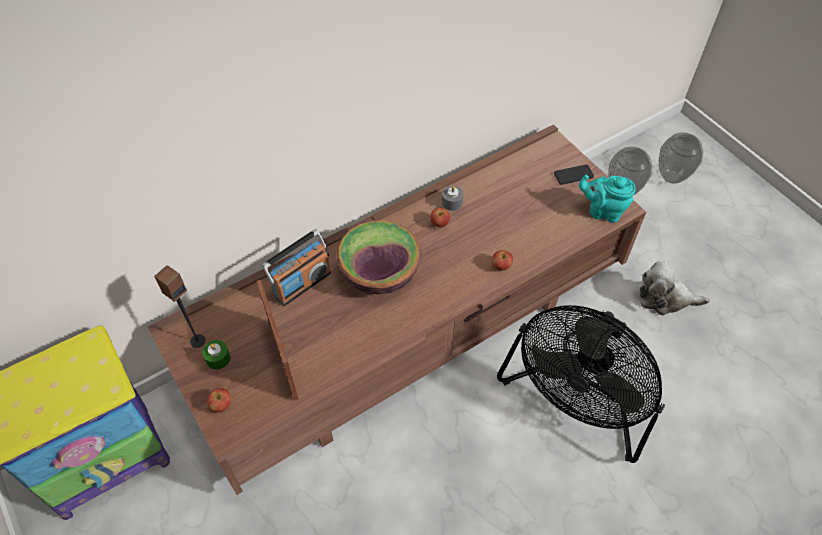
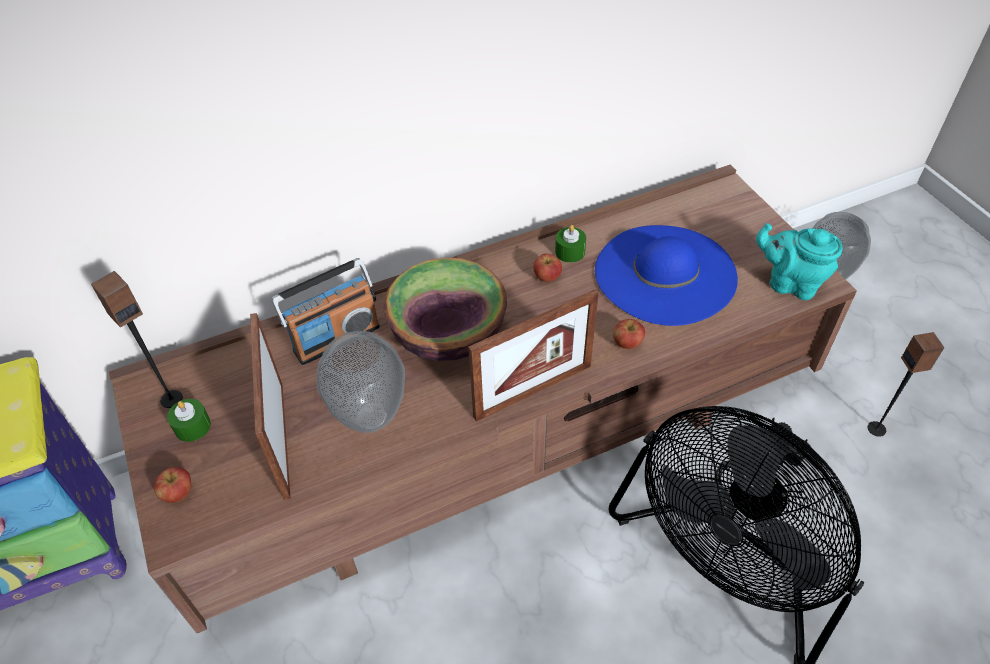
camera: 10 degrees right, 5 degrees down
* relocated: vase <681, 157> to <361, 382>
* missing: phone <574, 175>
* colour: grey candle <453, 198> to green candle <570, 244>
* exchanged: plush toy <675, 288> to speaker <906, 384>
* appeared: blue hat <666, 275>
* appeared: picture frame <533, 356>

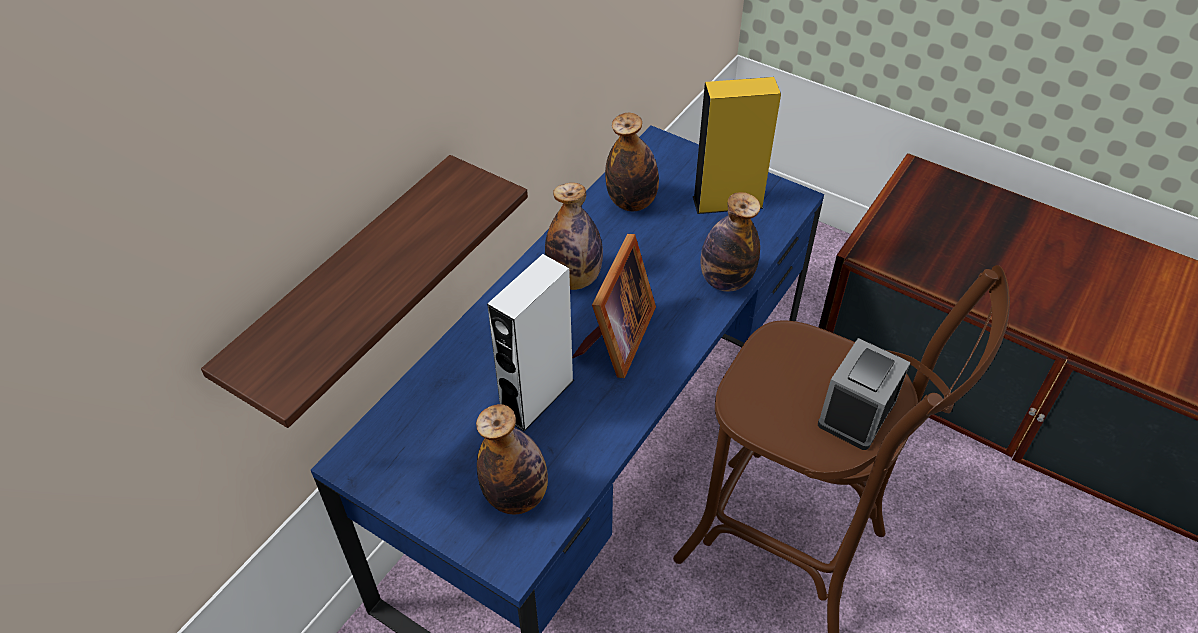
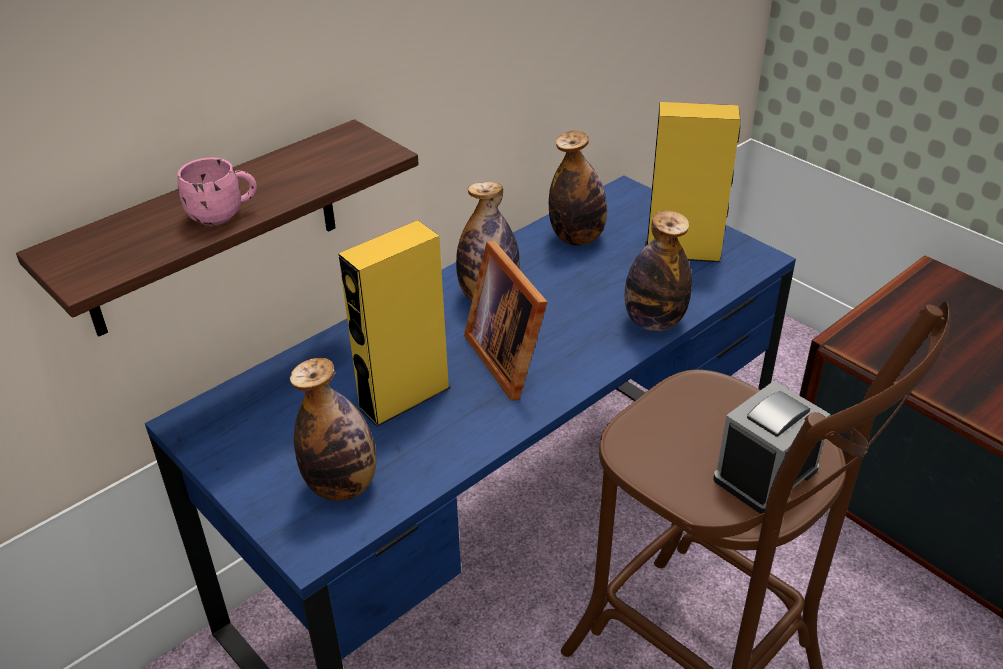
camera: 15 degrees right, 10 degrees down
* spun: picture frame <614, 306> = <506, 321> 120 degrees clockwise
* colour: white speaker <530, 343> to yellow speaker <394, 323>
* appeared: pink mug <217, 192>

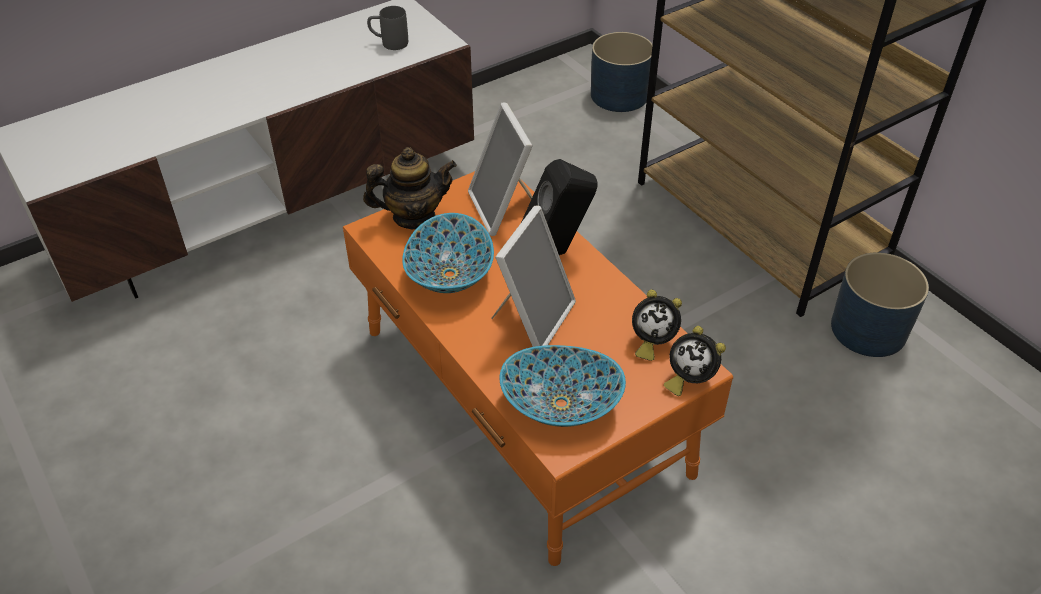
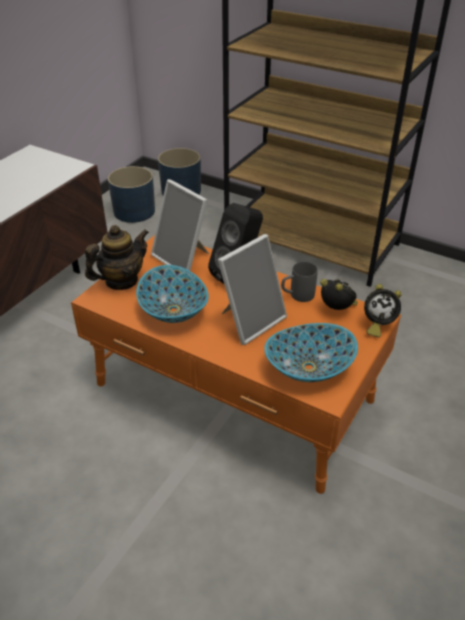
camera: 25 degrees left, 5 degrees down
* relocated: grey mug <387, 28> to <299, 282>
* spun: picture frame <533, 276> = <252, 289> 45 degrees clockwise
* relocated: blue planter <880, 304> to <131, 194>
* spun: alarm clock <657, 325> = <339, 294> 120 degrees counterclockwise

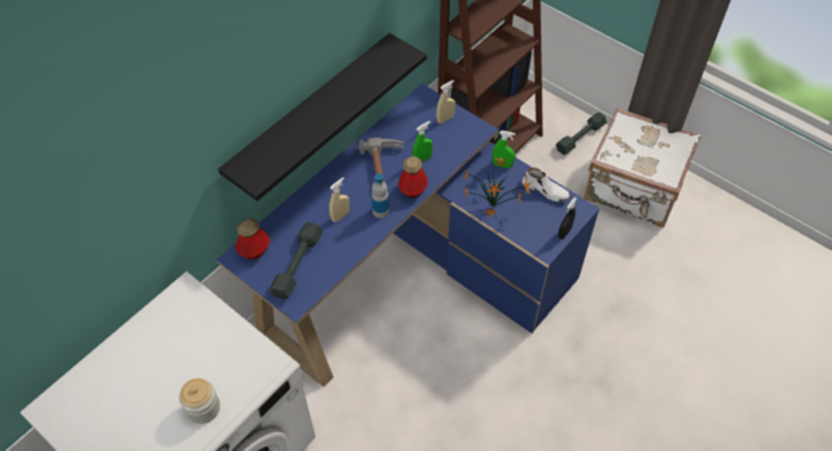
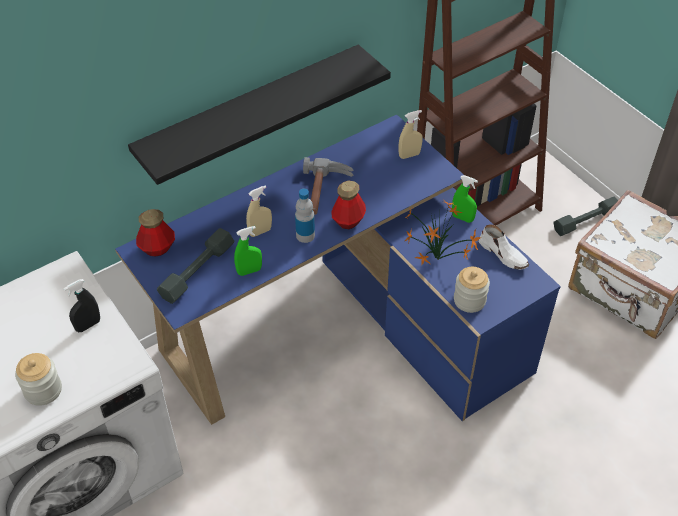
camera: 15 degrees right, 5 degrees down
* relocated: green spray bottle <422, 141> to <248, 251>
* relocated: black spray bottle <567, 218> to <81, 305>
* appeared: jar <472, 290>

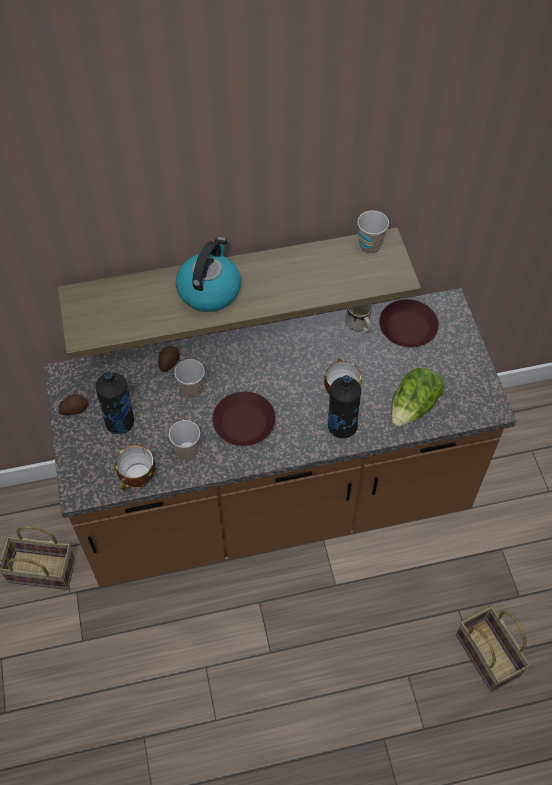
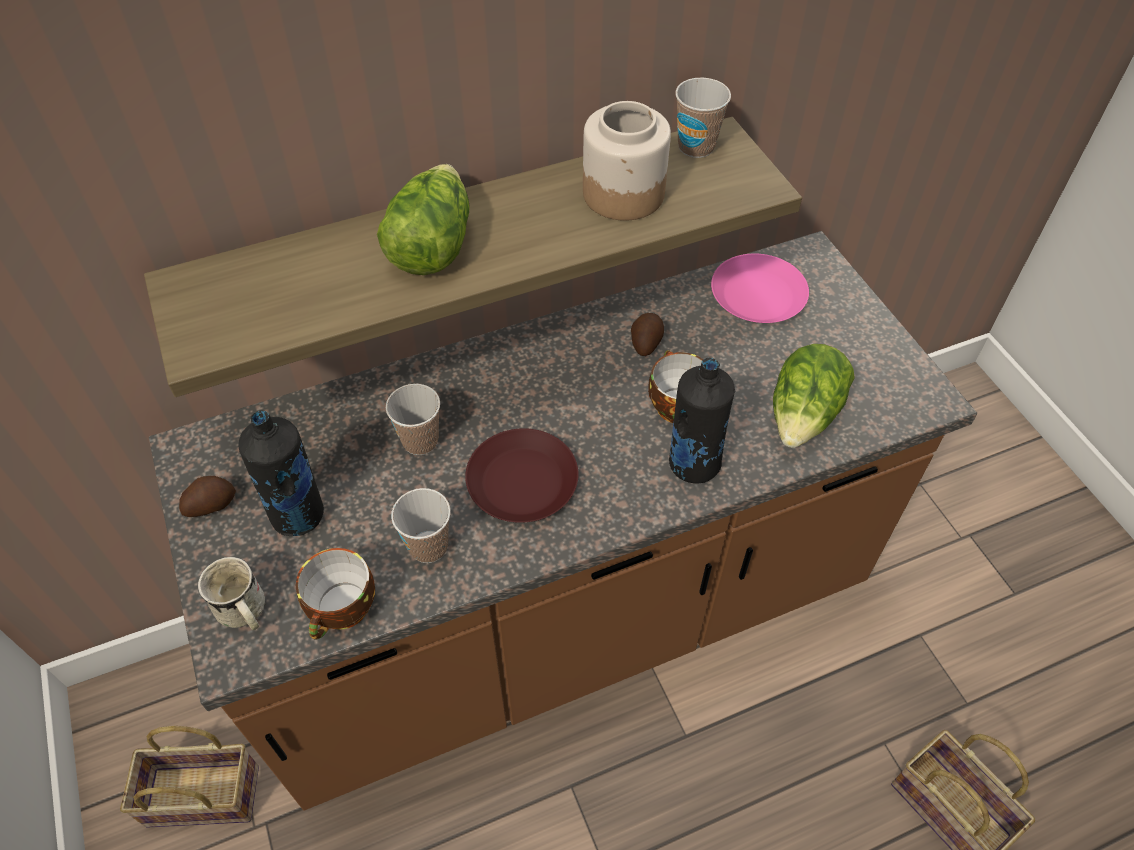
camera: 10 degrees left, 5 degrees down
* exchanged: kettle <208, 274> to lettuce <423, 219>
* colour: brown plate <409, 323> to pink plate <760, 288>
* relocated: white mug <358, 318> to <232, 593>
* relocated: potato <169, 359> to <647, 334>
* appeared: jar <627, 161>

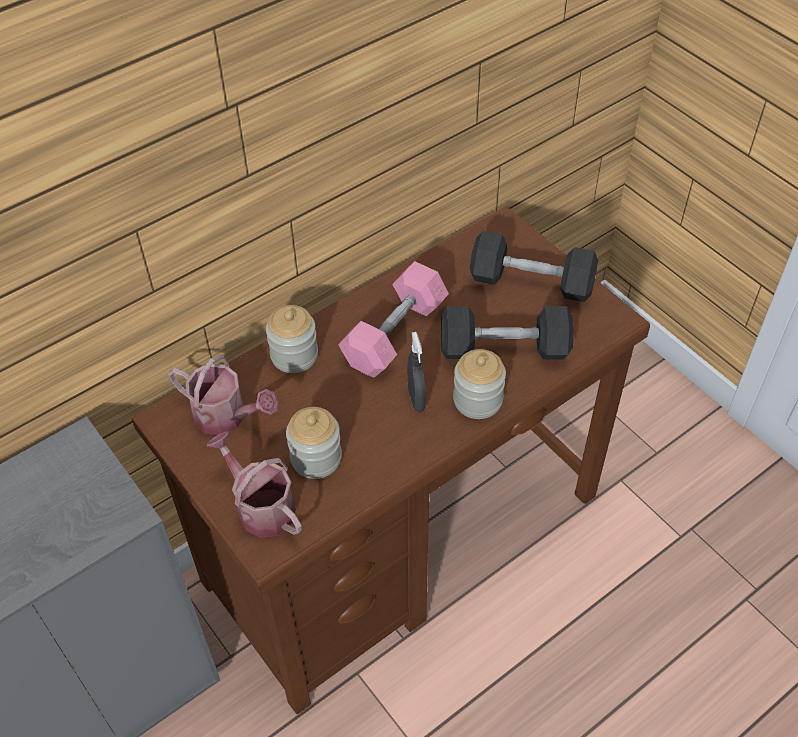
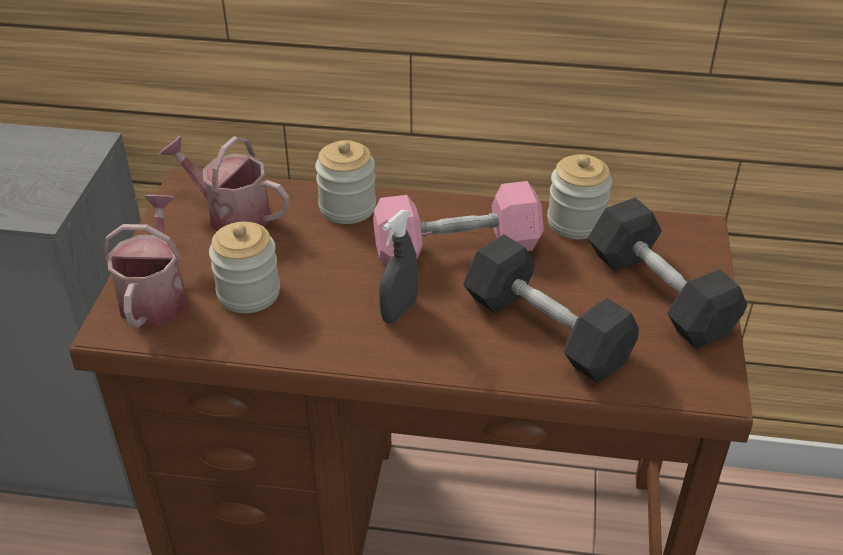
camera: 45 degrees right, 10 degrees down
* relocated: jar <479, 384> to <579, 196>
* spun: watering can <223, 395> = <224, 183> 135 degrees clockwise

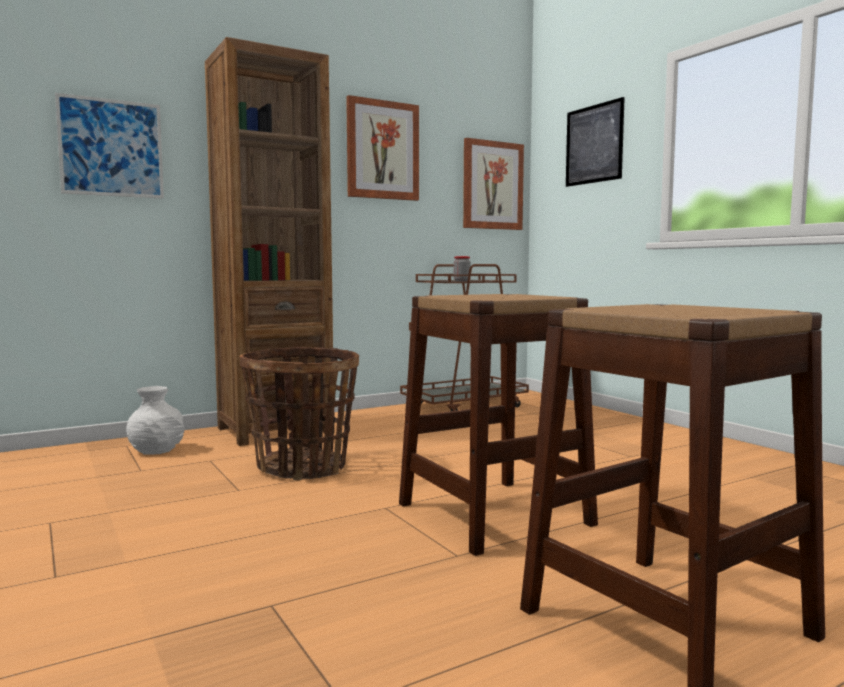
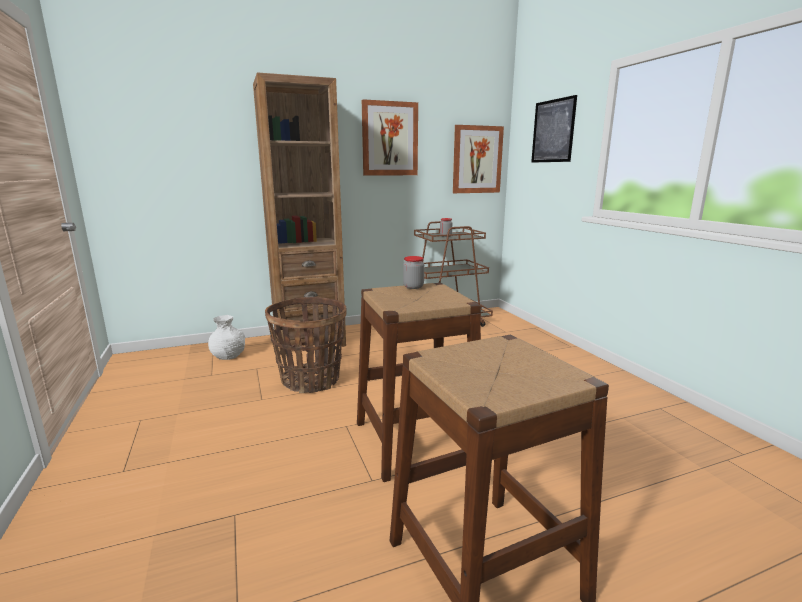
camera: 10 degrees right, 10 degrees up
* missing: picture <109, 146>
* appeared: jar <413, 272>

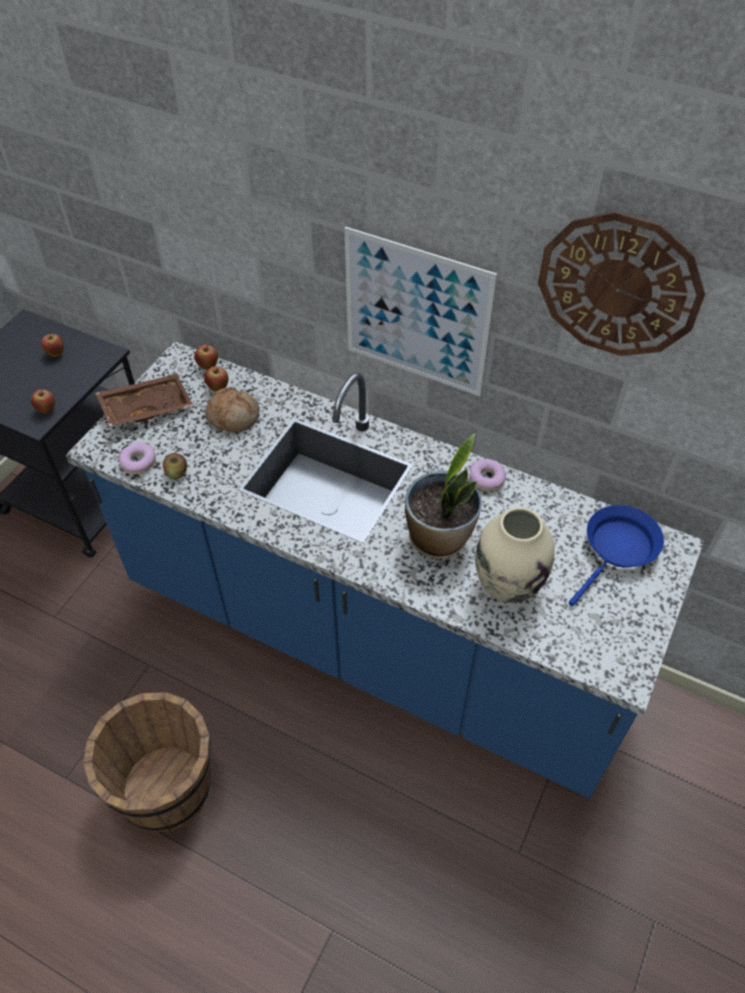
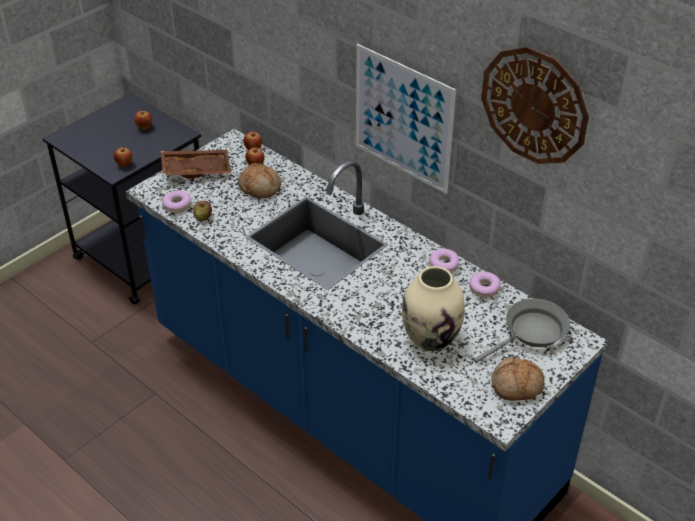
camera: 15 degrees right, 10 degrees down
* missing: potted plant <443, 496>
* colour: blue frying pan <616, 555> to grey frying pan <522, 331>
* missing: brown bucket <147, 762>
* appeared: donut <485, 285>
* appeared: bread <518, 379>

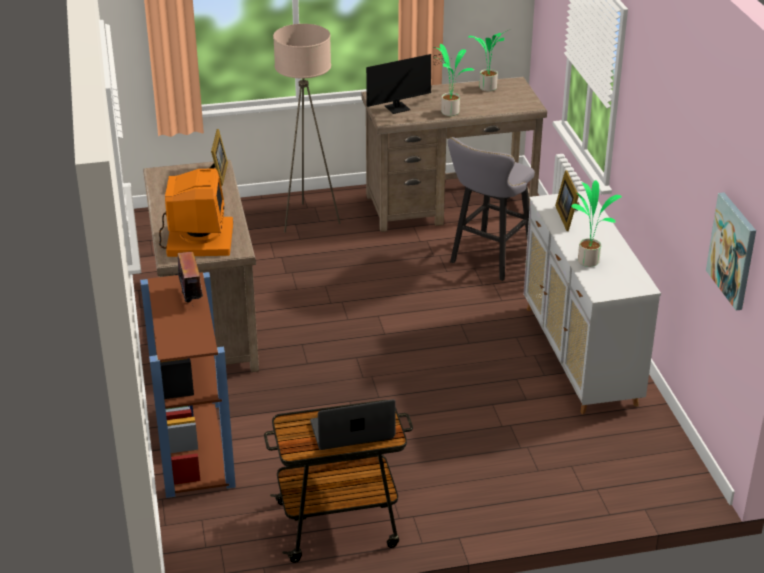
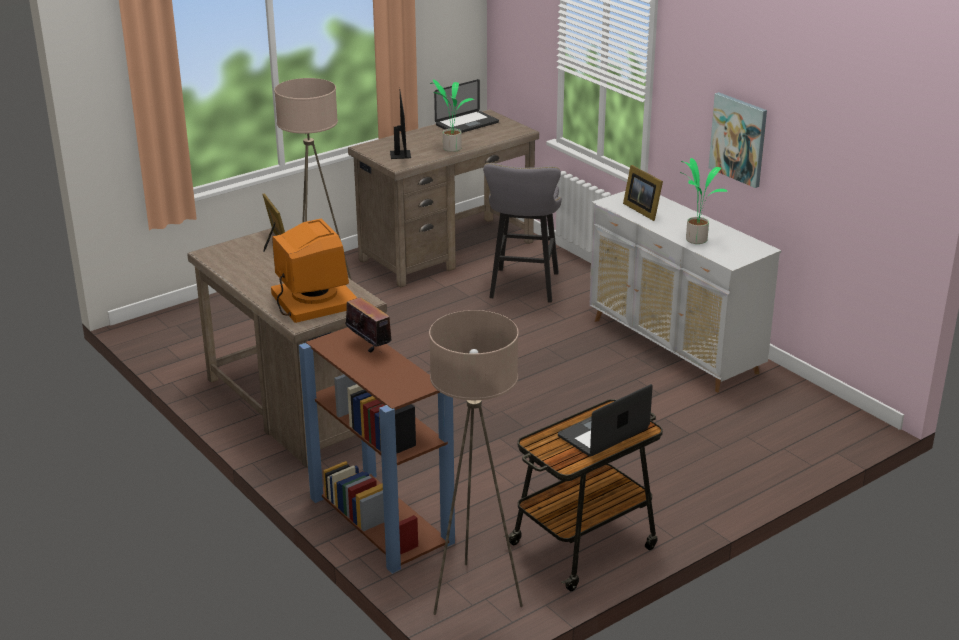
camera: 25 degrees left, 5 degrees down
* exchanged: potted plant <488, 61> to laptop <466, 106>
* spun: monitor <405, 84> = <400, 125> 45 degrees counterclockwise
* relocated: picture <731, 251> to <738, 140>
* appeared: beige floor lamp <476, 462>

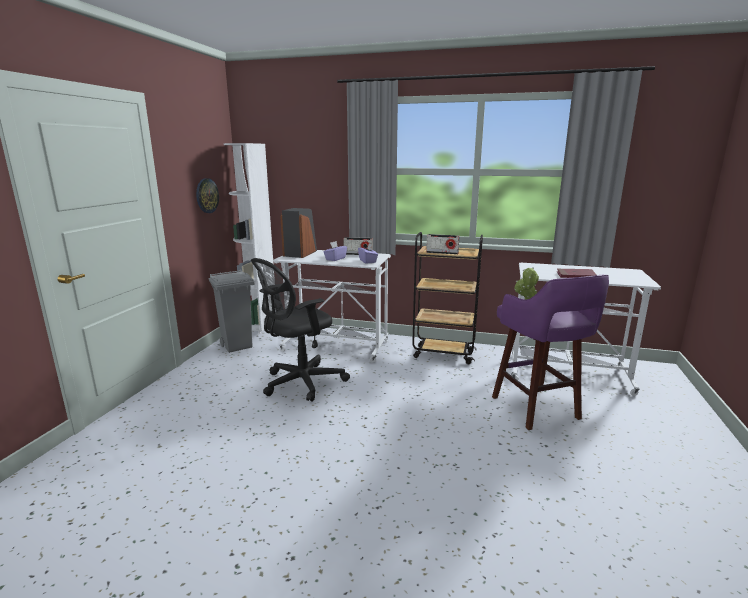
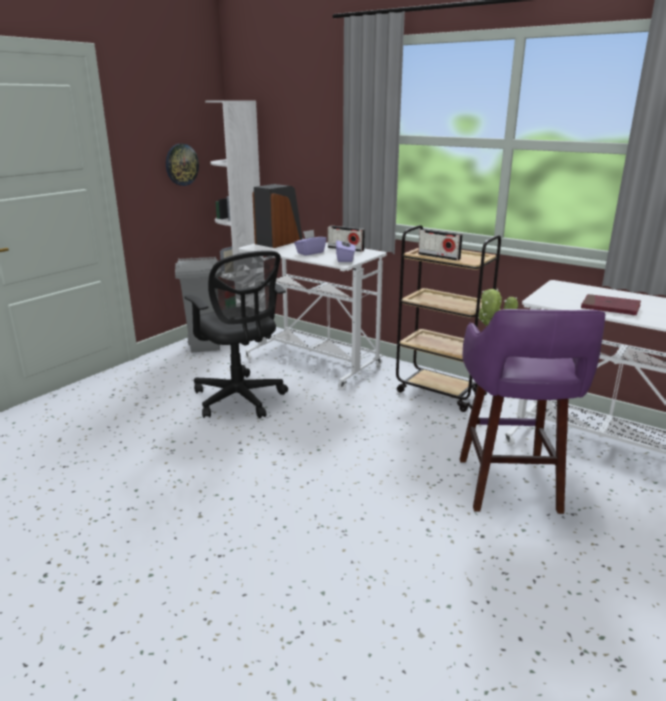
camera: 20 degrees right, 5 degrees up
* spun: black office chair <300, 330> = <236, 334> 105 degrees counterclockwise

